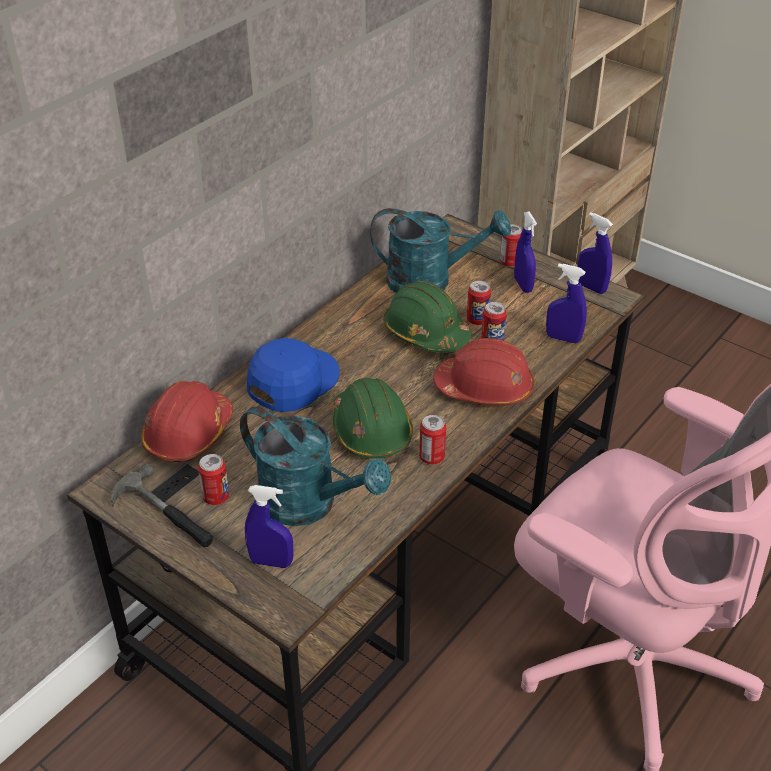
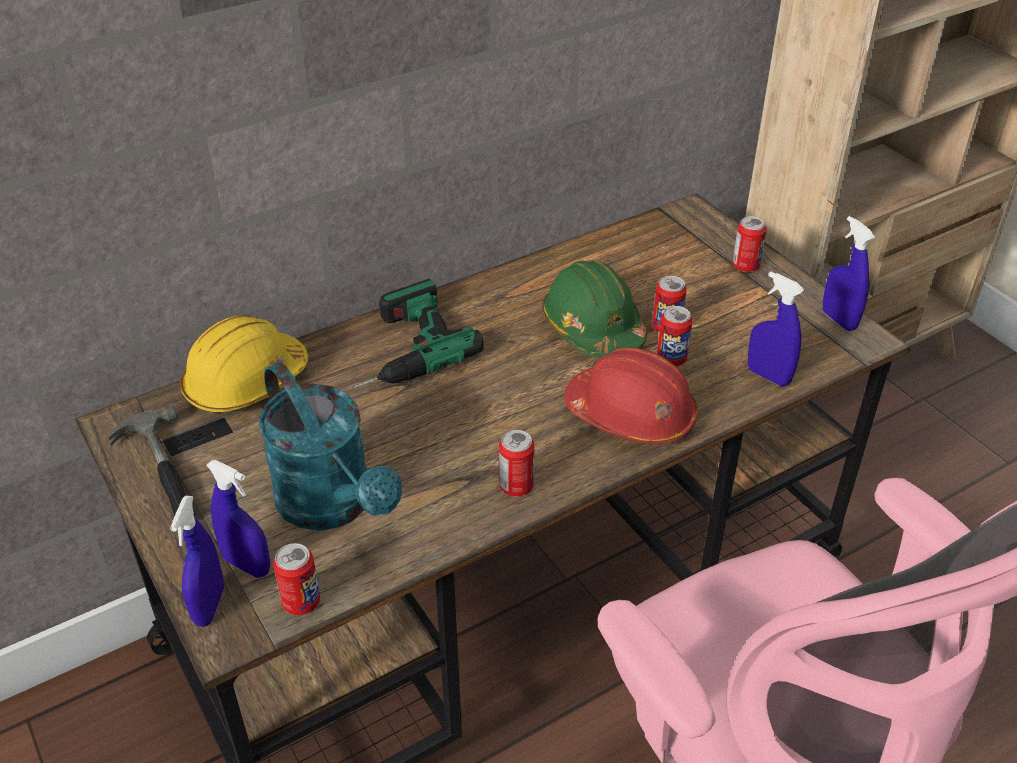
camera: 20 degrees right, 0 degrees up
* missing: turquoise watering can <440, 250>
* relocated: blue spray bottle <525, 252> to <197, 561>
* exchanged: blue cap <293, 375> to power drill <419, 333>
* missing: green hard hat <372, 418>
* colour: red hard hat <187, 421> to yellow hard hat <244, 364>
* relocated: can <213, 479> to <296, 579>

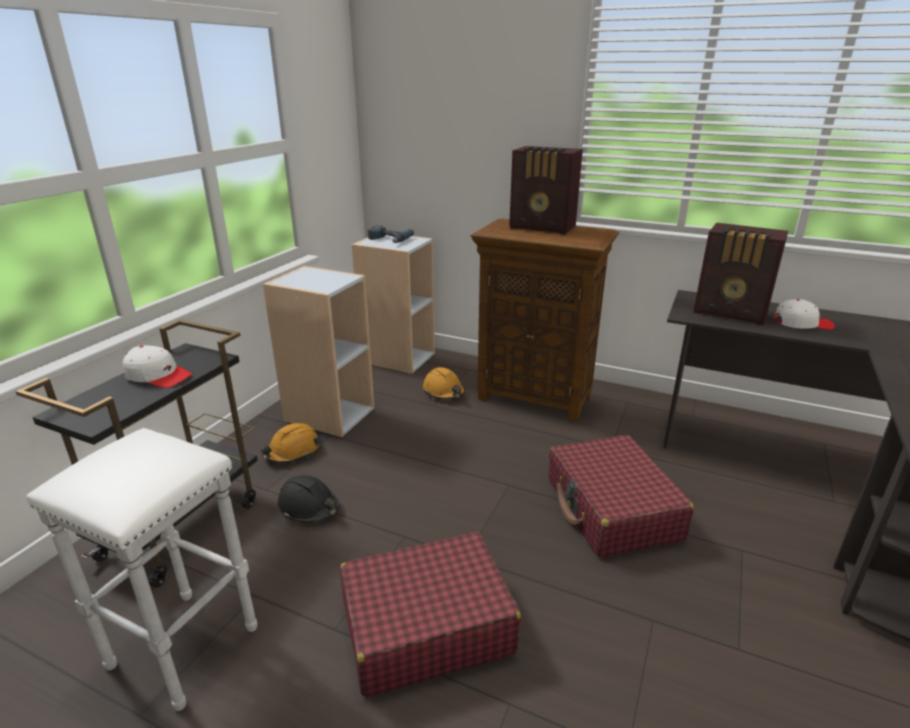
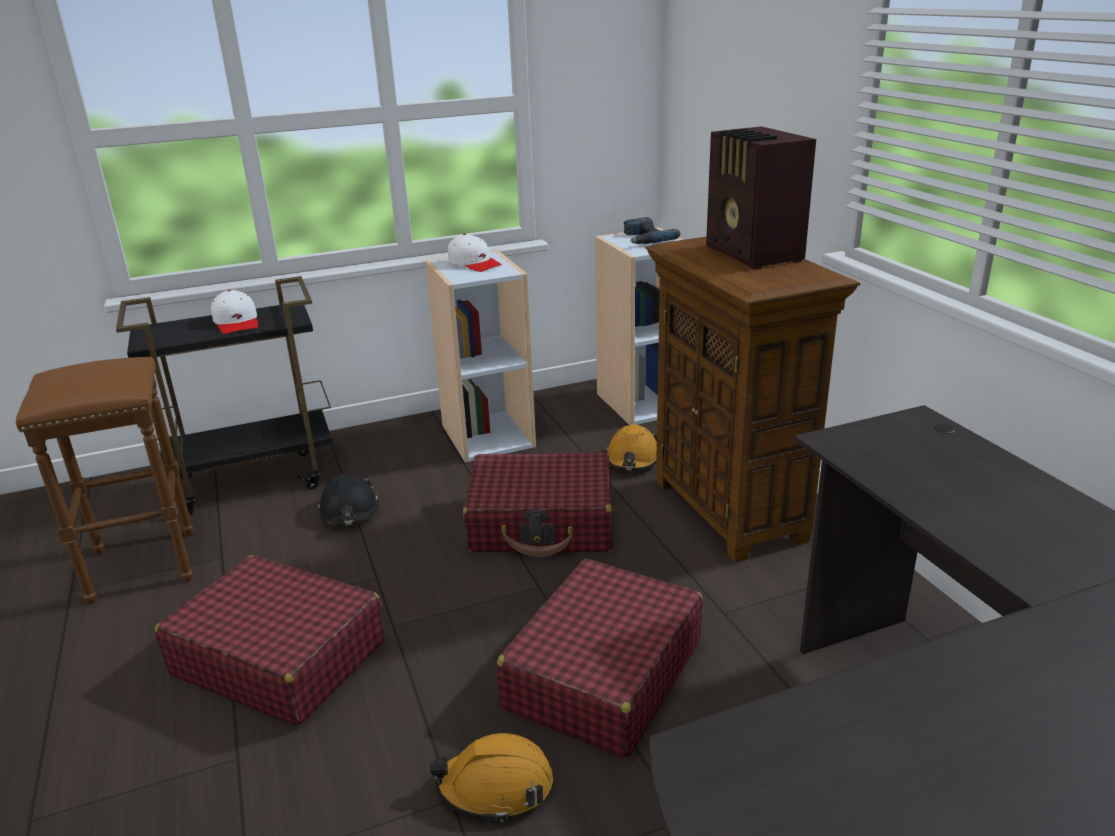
camera: 45 degrees right, 0 degrees up
* missing: radio <740, 274>
* relocated: white cap <804, 314> to <475, 253>
* relocated: orange hard hat <291, 443> to <491, 777>
* colour: white stool <141, 569> to brown stool <105, 480>
* appeared: red suitcase <537, 505>

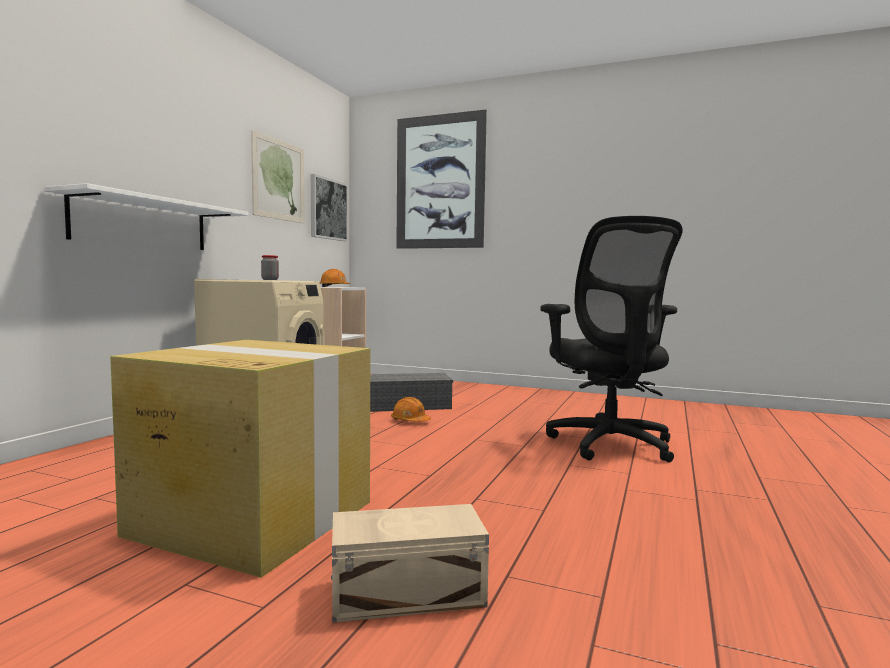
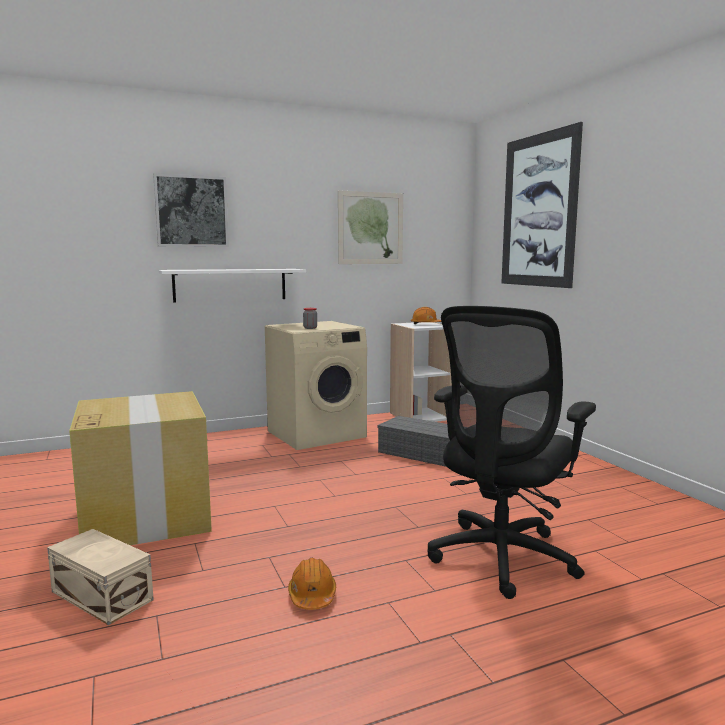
camera: 45 degrees right, 5 degrees up
* relocated: picture <329, 207> to <191, 210>
* relocated: orange hard hat <411, 409> to <312, 584>

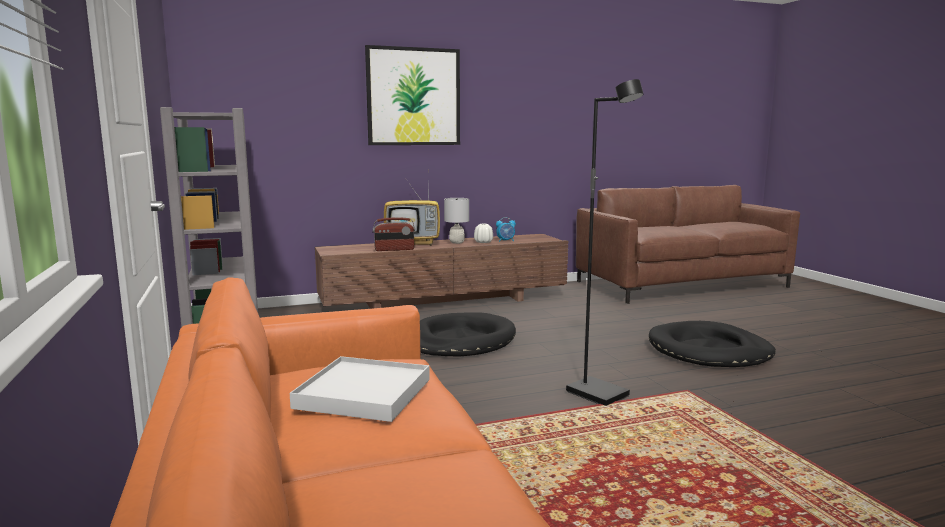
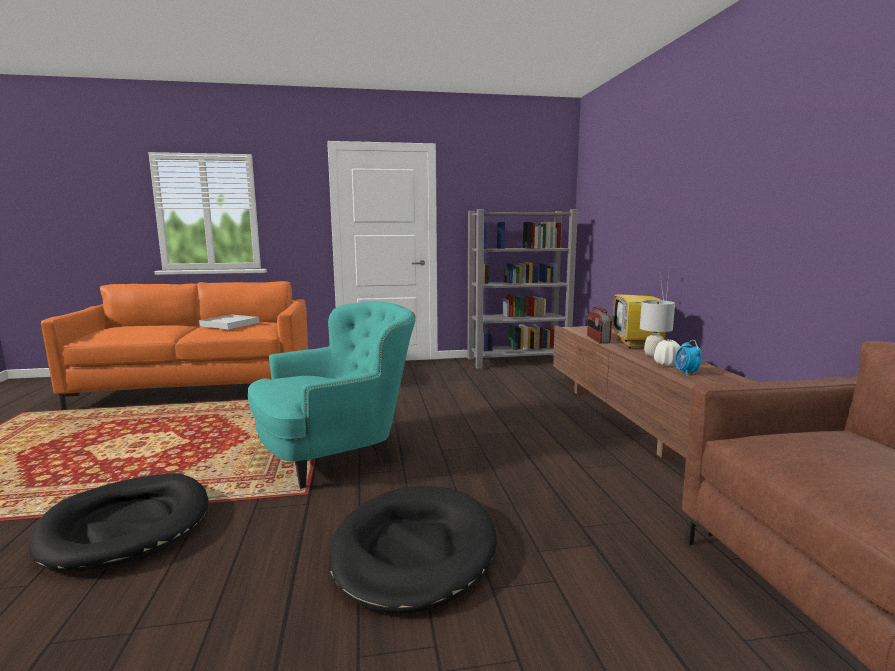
camera: 100 degrees right, 0 degrees up
* missing: picture <412, 95>
* exchanged: black floor lamp <605, 242> to turquoise armchair <332, 395>
* relocated: black dog bed <468, 334> to <119, 523>

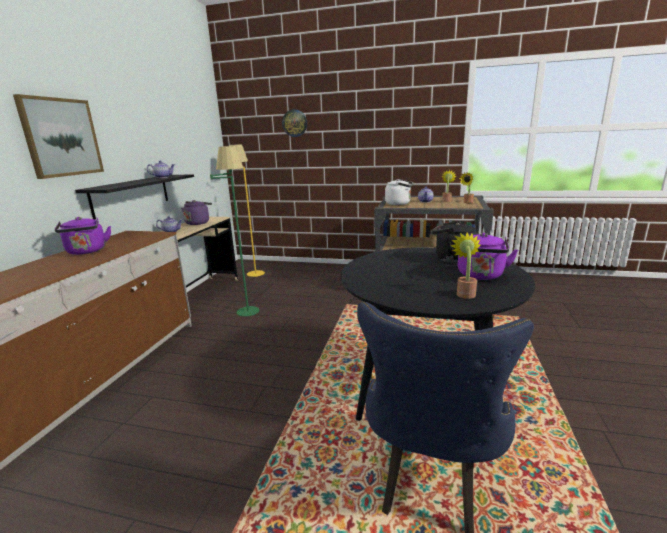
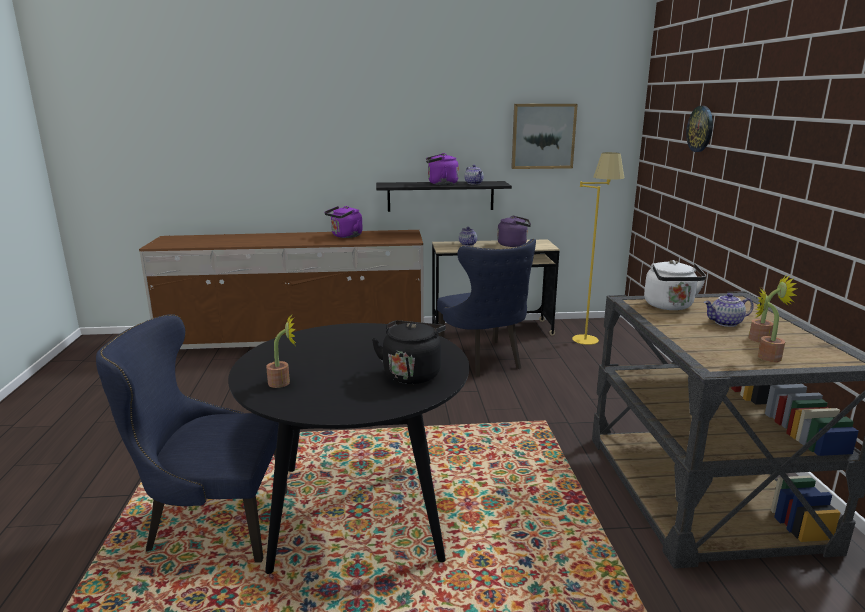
camera: 70 degrees right, 0 degrees up
* relocated: picture <58, 136> to <544, 136>
* exchanged: green floor lamp <235, 231> to blue chair <486, 308>
* relocated: purple kettle <488, 256> to <442, 169>

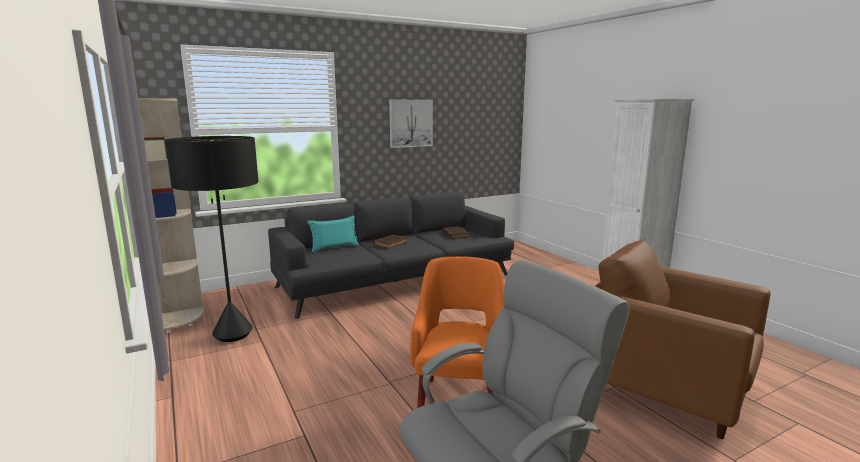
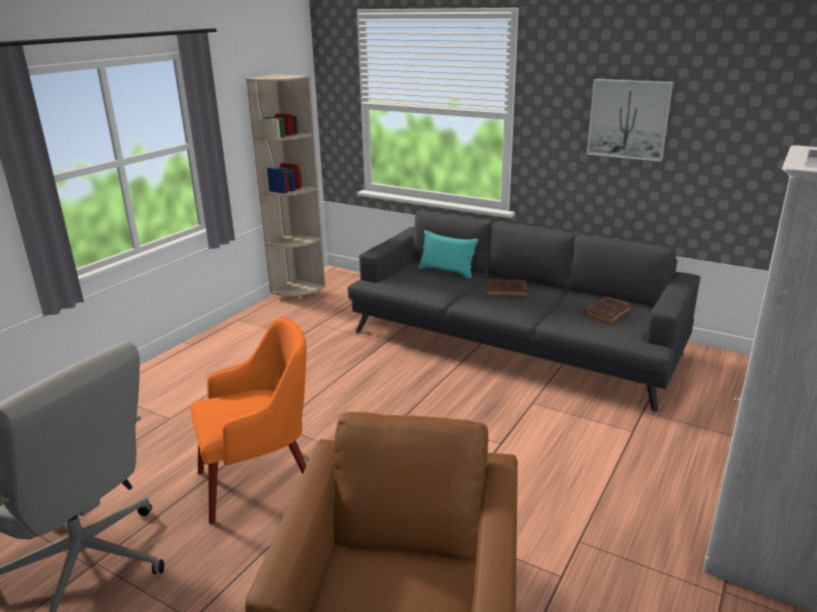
camera: 60 degrees right, 10 degrees up
* missing: black floor lamp <211, 239>

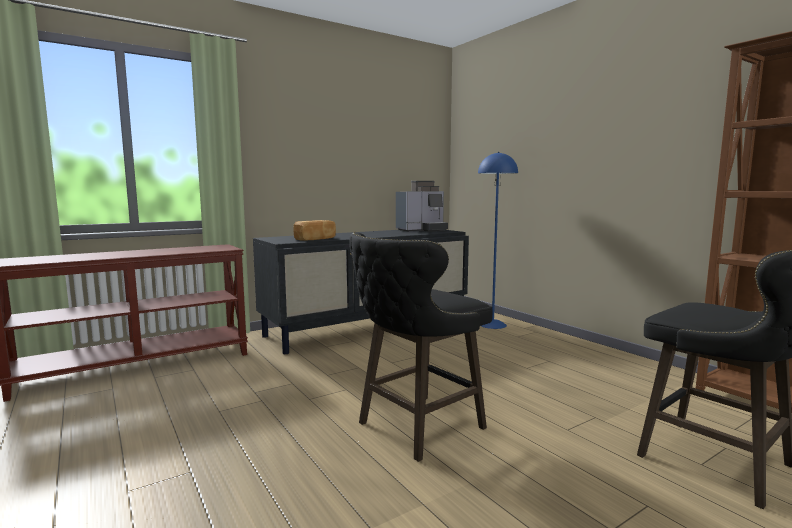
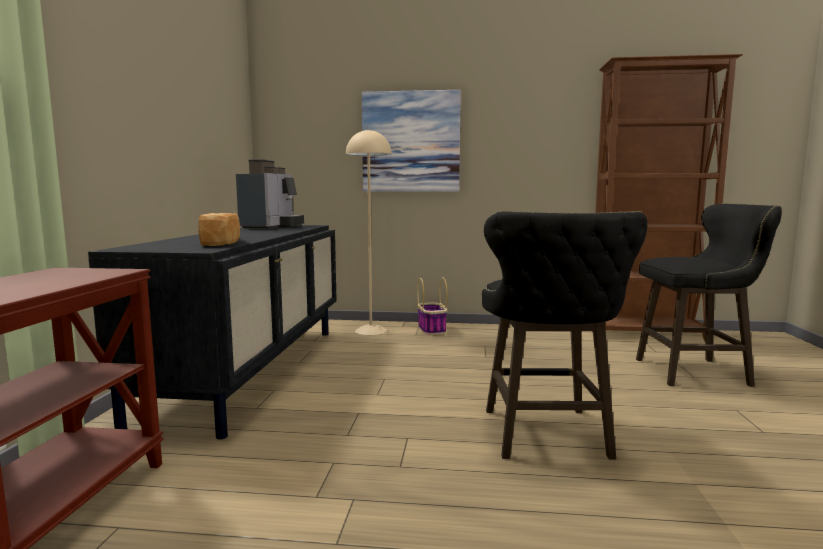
camera: 50 degrees left, 0 degrees up
* colour: blue floor lamp <498, 240> to beige floor lamp <369, 232>
* appeared: picture <411, 141>
* appeared: basket <432, 306>

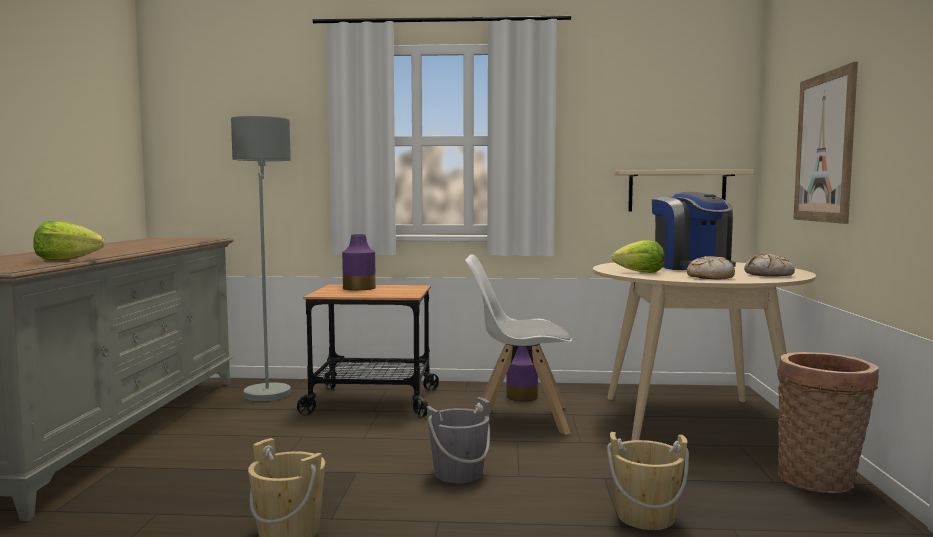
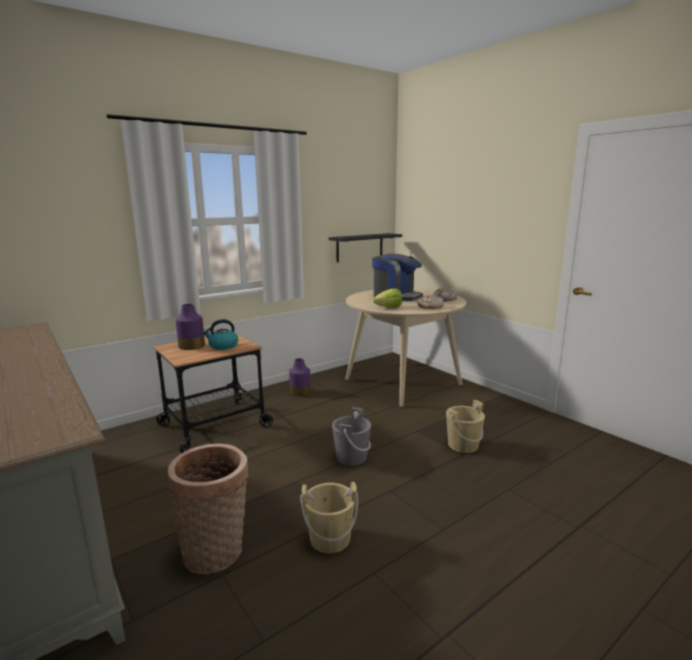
camera: 40 degrees left, 10 degrees up
* missing: picture <825, 143>
* missing: grey floor lamp <261, 258>
* colour: beige shelf <684, 190> to black shelf <365, 247>
* missing: lettuce <69, 241>
* missing: chair <518, 345>
* relocated: basket <828, 422> to <208, 509>
* appeared: kettle <220, 334>

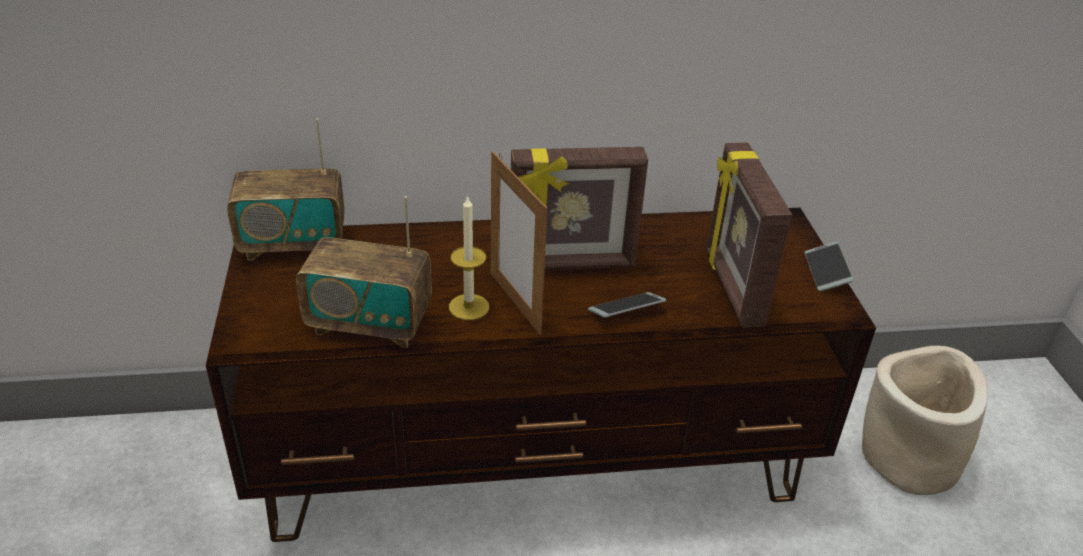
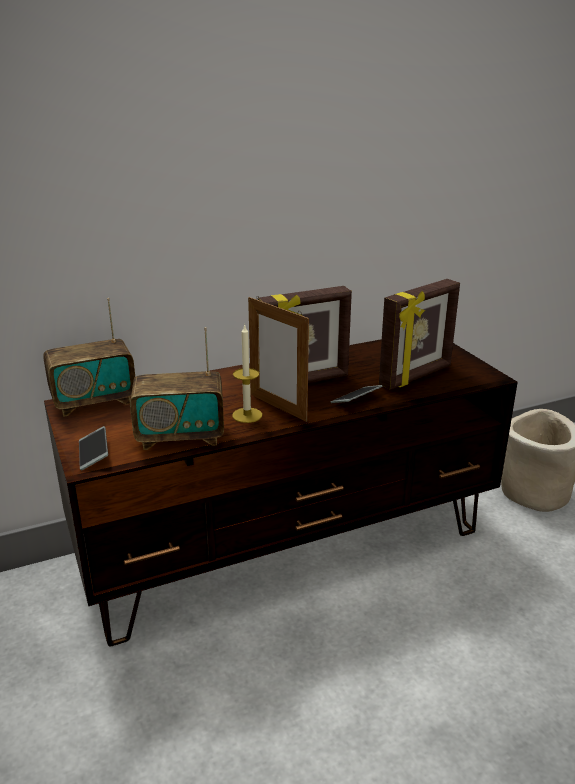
camera: 15 degrees left, 10 degrees down
* spun: picture frame <749, 235> = <419, 334> 105 degrees counterclockwise
* relocated: phone <829, 266> to <93, 448>

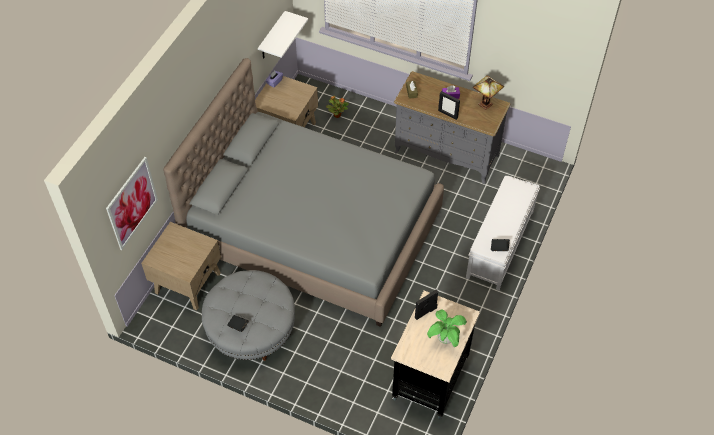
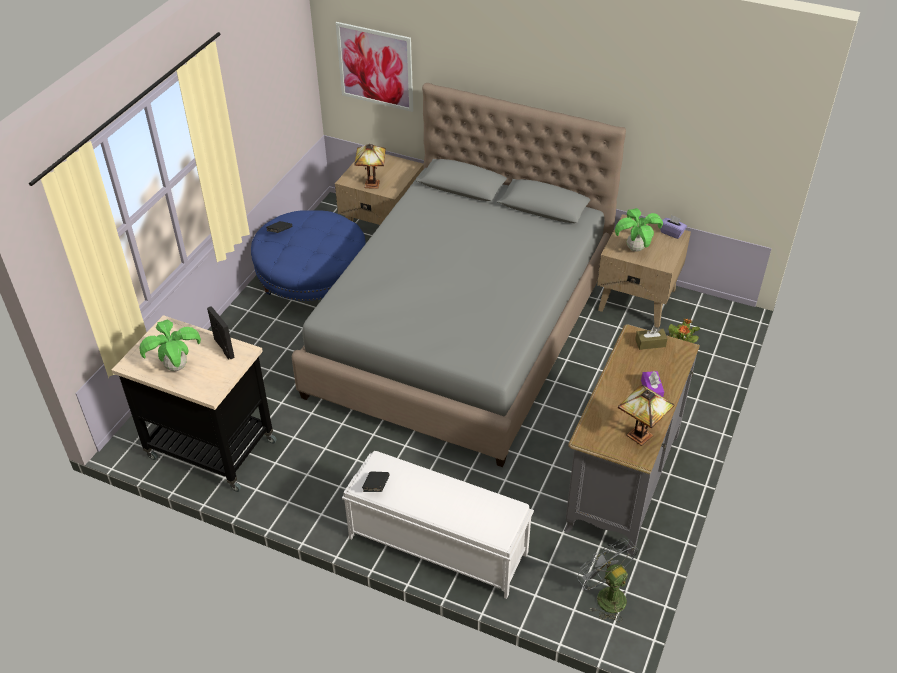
camera: 90 degrees right, 10 degrees down
* missing: white shelf <283, 35>
* missing: picture frame <449, 105>
* colour: grey ottoman <248, 315> to blue ottoman <308, 255>
* appeared: table lamp <370, 166>
* appeared: potted plant <639, 230>
* appeared: grey fan <607, 580>

